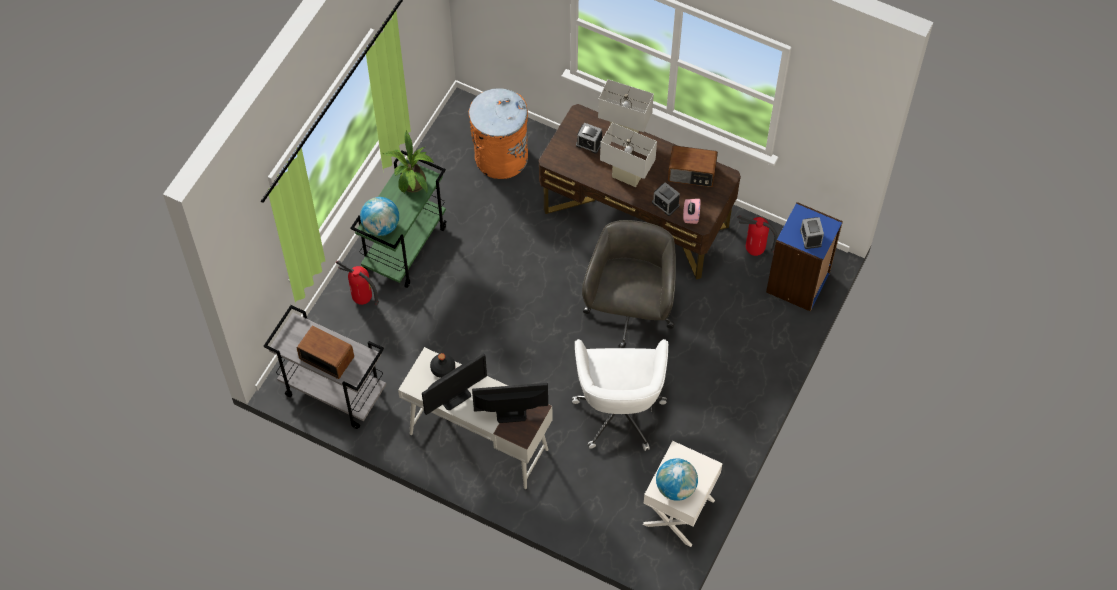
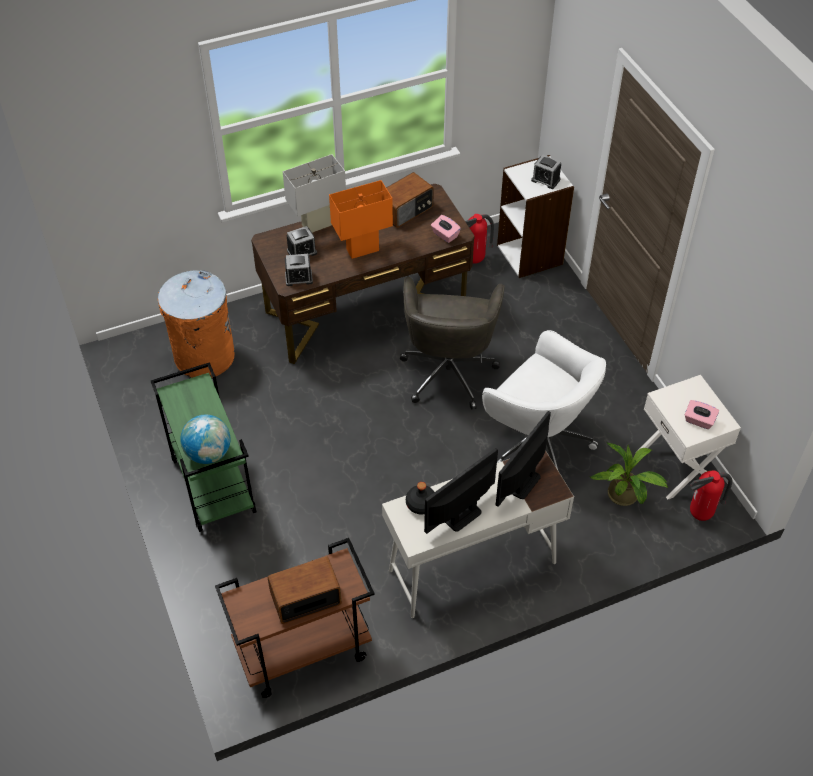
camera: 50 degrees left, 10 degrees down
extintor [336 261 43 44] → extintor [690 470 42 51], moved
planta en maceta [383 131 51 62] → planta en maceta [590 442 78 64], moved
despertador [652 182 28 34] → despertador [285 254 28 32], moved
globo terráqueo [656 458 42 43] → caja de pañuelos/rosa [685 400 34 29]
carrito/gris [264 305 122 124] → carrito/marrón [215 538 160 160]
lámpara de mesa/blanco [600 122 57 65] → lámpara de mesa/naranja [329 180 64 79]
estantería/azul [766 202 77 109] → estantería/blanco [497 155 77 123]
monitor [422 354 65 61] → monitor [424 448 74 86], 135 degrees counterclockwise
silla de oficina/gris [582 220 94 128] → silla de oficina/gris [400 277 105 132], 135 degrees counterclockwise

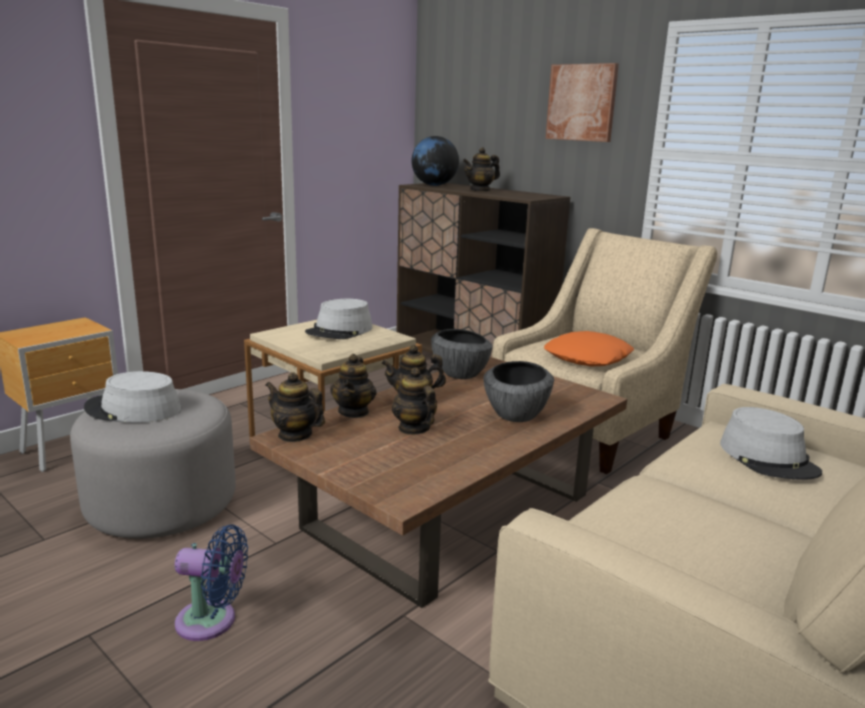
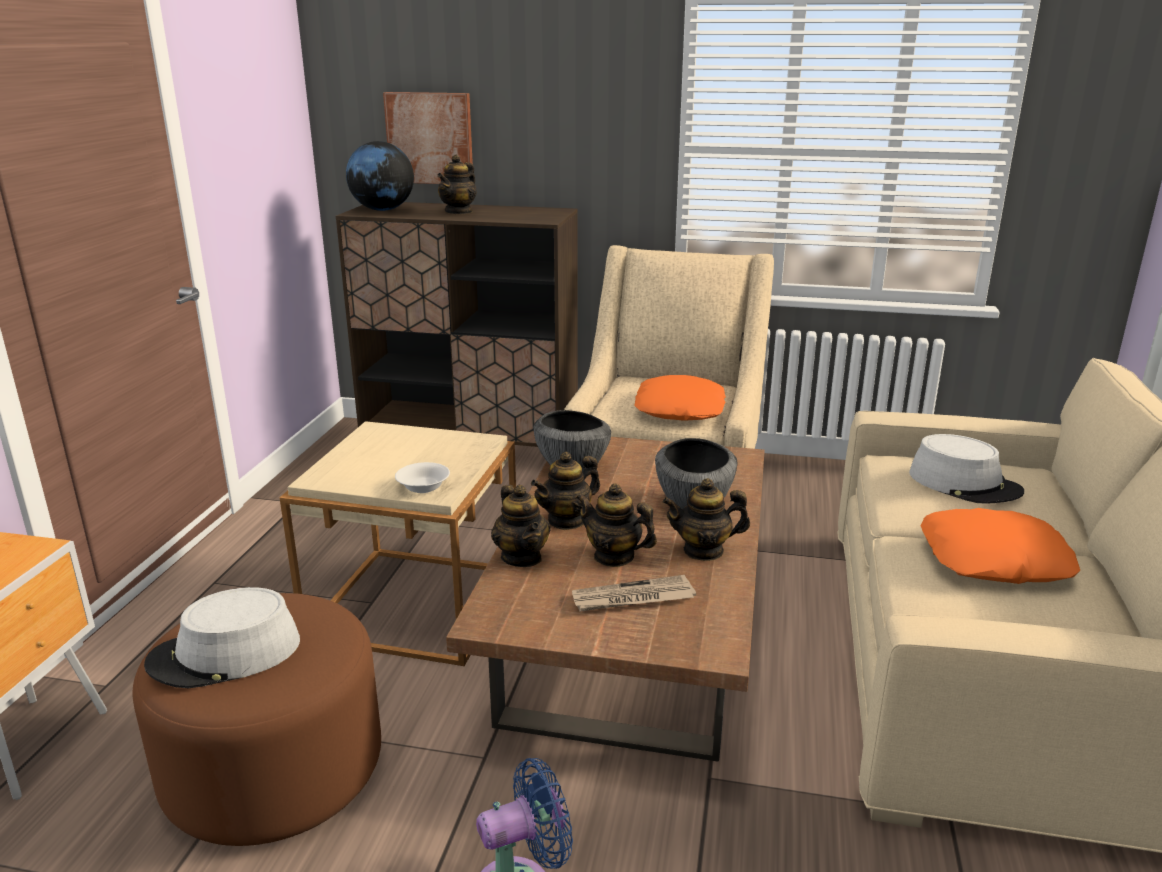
camera: 30 degrees left, 5 degrees up
sombrero/gris [305 299 68 40] → -
- → cuenco/blanco [395 462 55 31]
- → periódico [572 575 124 37]
- → cojín/naranja [921 508 159 76]
tetera [265 372 60 70] → tetera [663 478 87 83], moved
cuadro [546 63 73 79] → cuadro [383 92 90 92], moved
puf/gris [70 389 166 150] → puf/marrón [133 593 248 253]

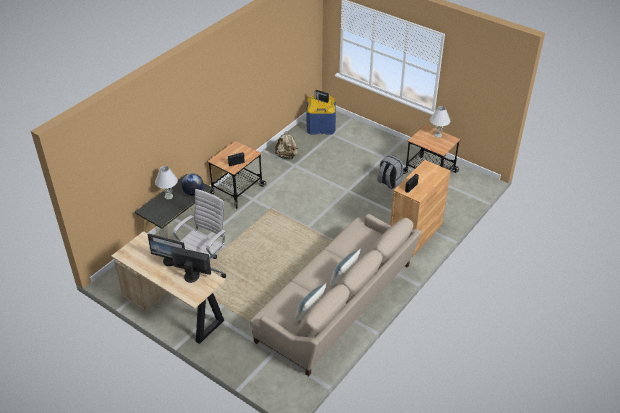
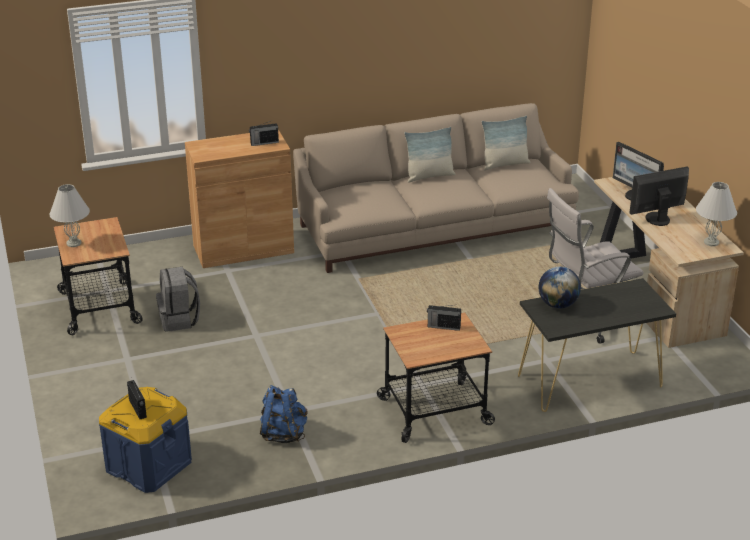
camera: 145 degrees left, 10 degrees down
lámpara de mesa/blanco [155 166 23 33] → lámpara de mesa/blanco [696 182 41 64], moved
mochila/beis [275 131 23 28] → mochila/azul [260 385 48 58]
monitor [148 233 37 33] → monitor [630 167 59 59], 75 degrees counterclockwise

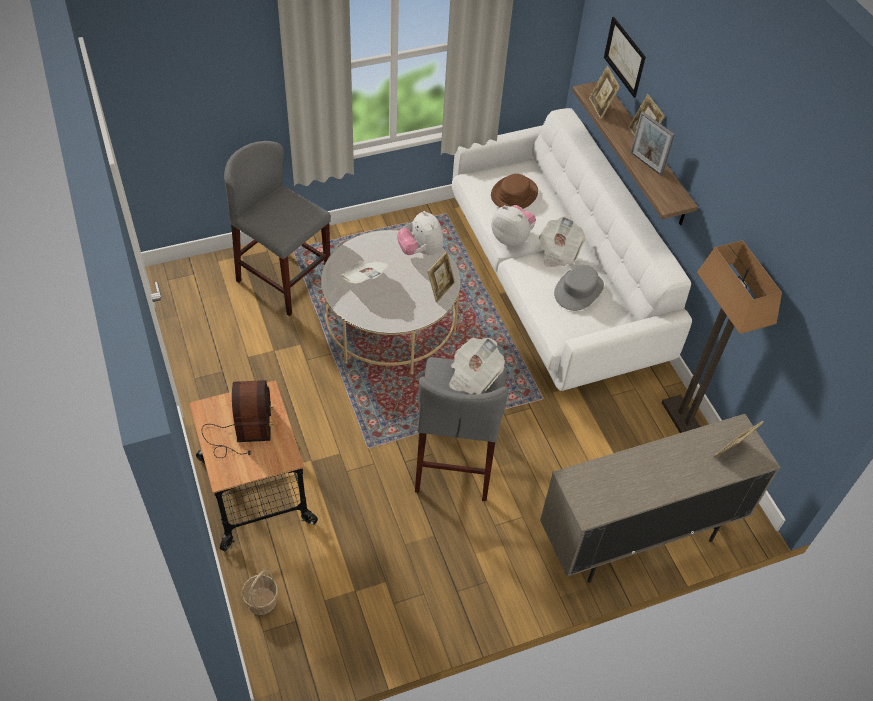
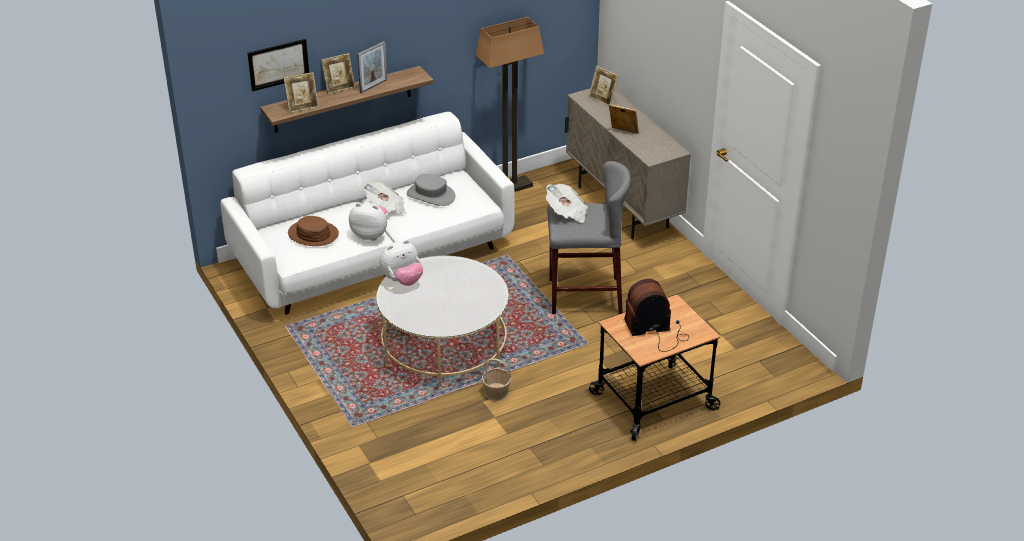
camera: 95 degrees left, 15 degrees down
taburete/gris [224 141 107 175] → -
periódico [341 261 48 22] → -
cesta [242 569 36 46] → cesta [482 358 29 43], moved
portarretratos [427 251 28 52] → portarretratos [609 104 30 30], moved
peluche [491 205 45 41] → peluche [349 203 39 38], 75 degrees clockwise

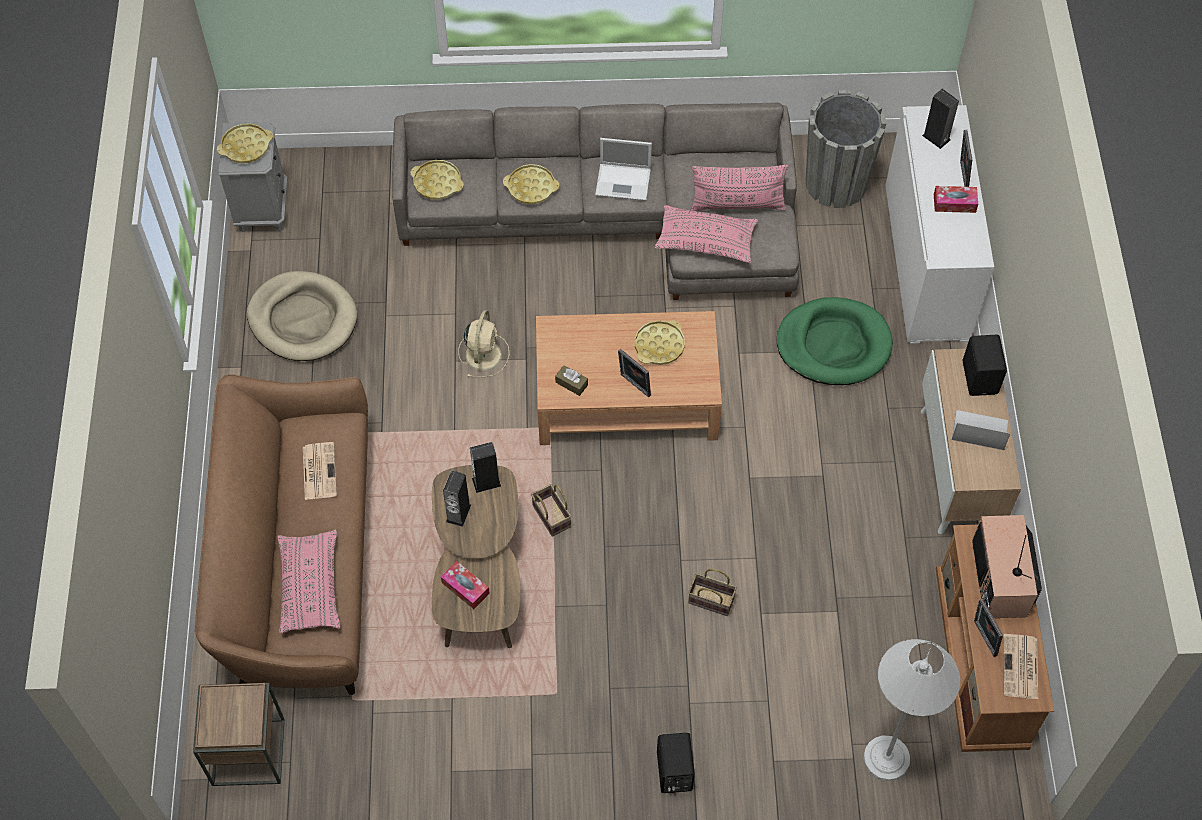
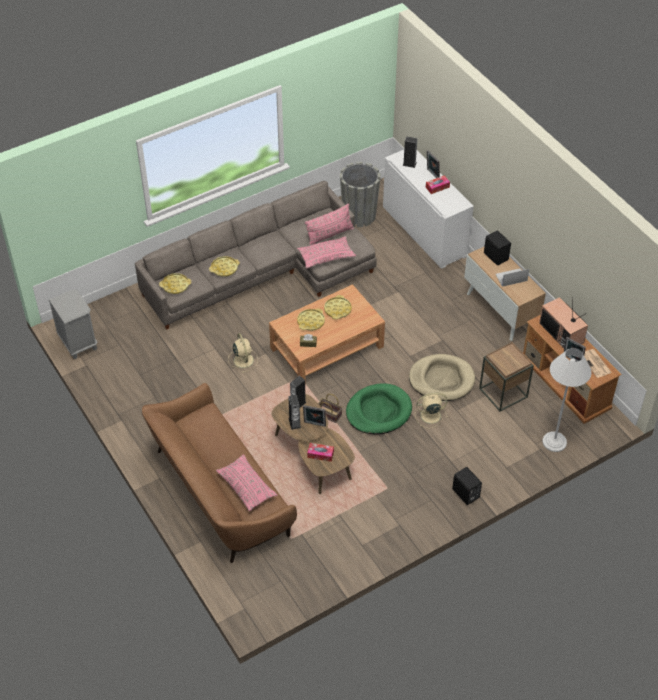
camera: 30 degrees left, 10 degrees down
periódico [303 442 34 58] → -
portátil [595 138 57 63] → -
mesa auxiliar/marrón [193 683 91 103] → mesa auxiliar/marrón [479 342 55 69], moved
bandeja/amarillo [217 123 56 40] → bandeja/amarillo [297 309 28 22], moved
cama para perro/beis [247 271 110 90] → cama para perro/beis [409 354 66 47], moved
portarretratos [618 349 33 48] → portarretratos [303 405 23 22], moved
cama para perro/verde [777 297 116 88] → cama para perro/verde [346 383 66 52], moved
cesta [688 569 49 47] → ventilador/beis [415 392 33 36]

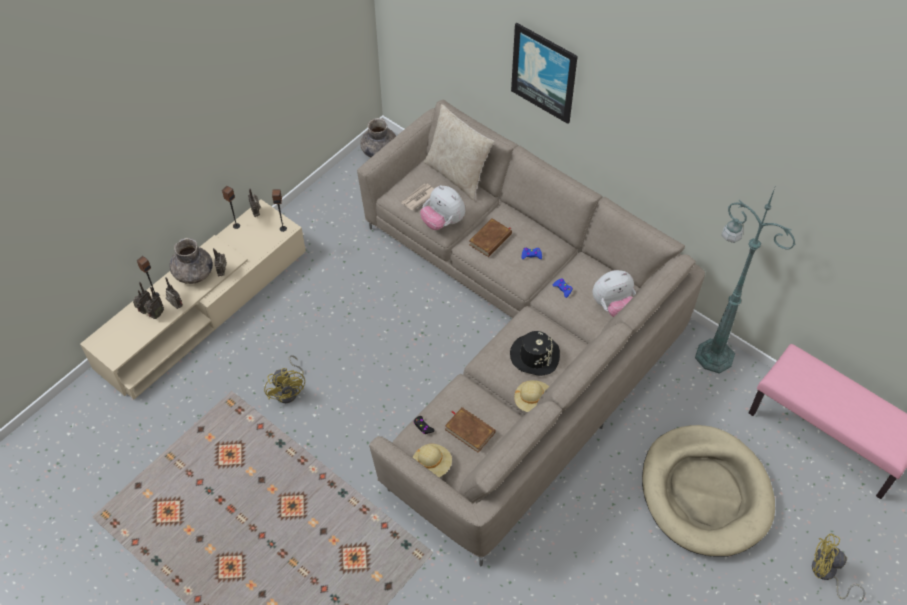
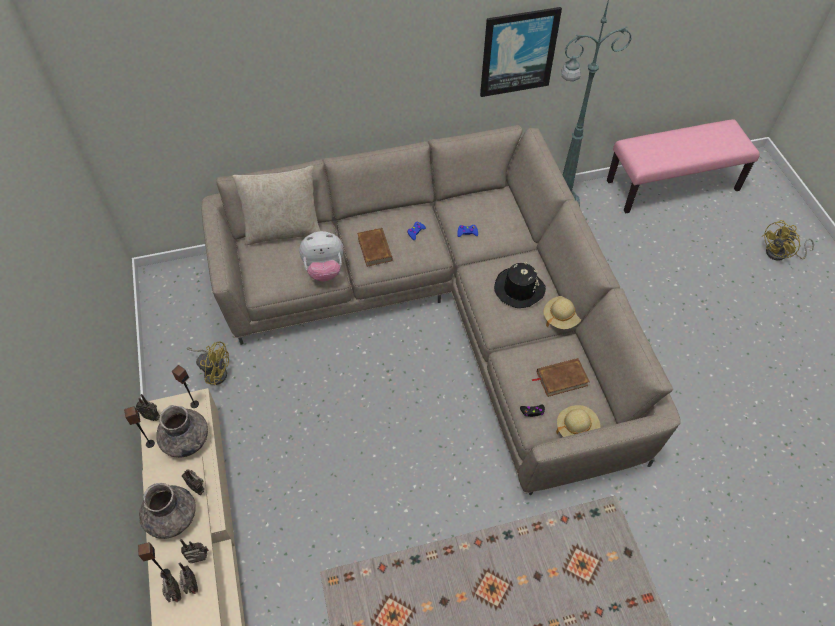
camera: 55 degrees left, 0 degrees up
periódico [402 184 32 26] → -
peluche [592 270 44 47] → -
cama para perro/beis [642 425 133 131] → -
ventilador/amarillo [264 355 41 48] → ventilador/amarillo [187 341 42 44], moved
florero/gris [360 118 36 40] → florero/gris [156 405 52 53], moved
cuadro [511 23 67 101] → cuadro [480 7 82 90], moved

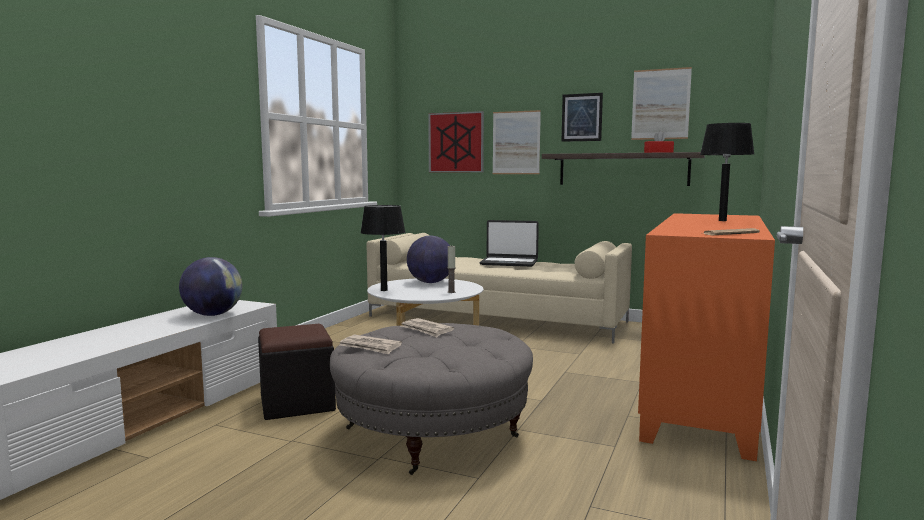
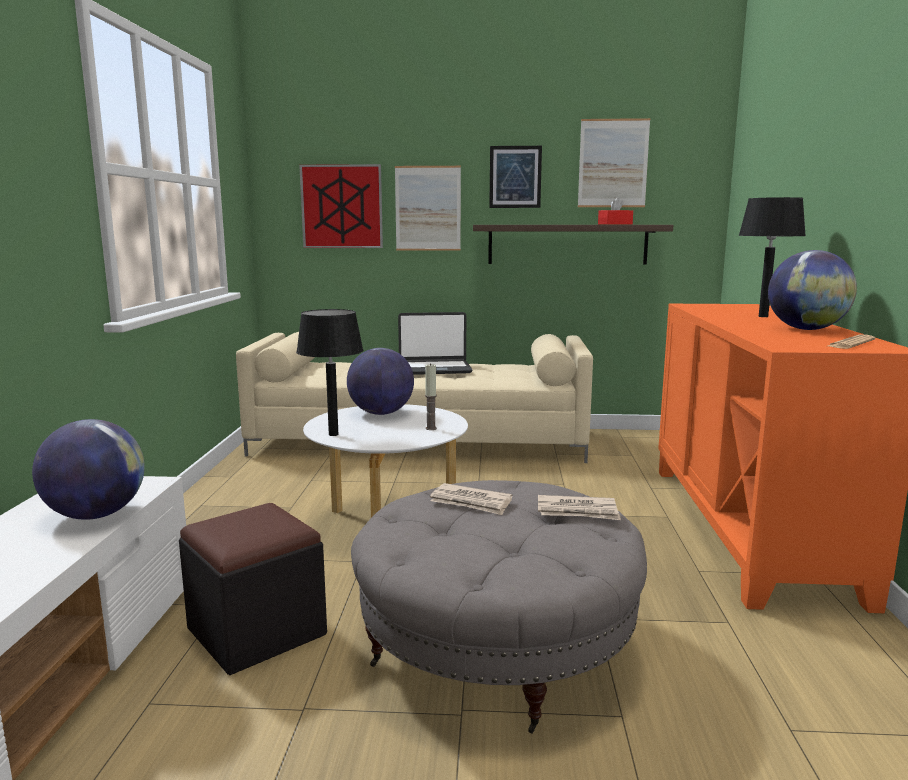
camera: 20 degrees left, 5 degrees up
- → globo terráqueo [768 250 89 80]
periódico [340 335 62 20] → periódico [538 495 83 25], moved

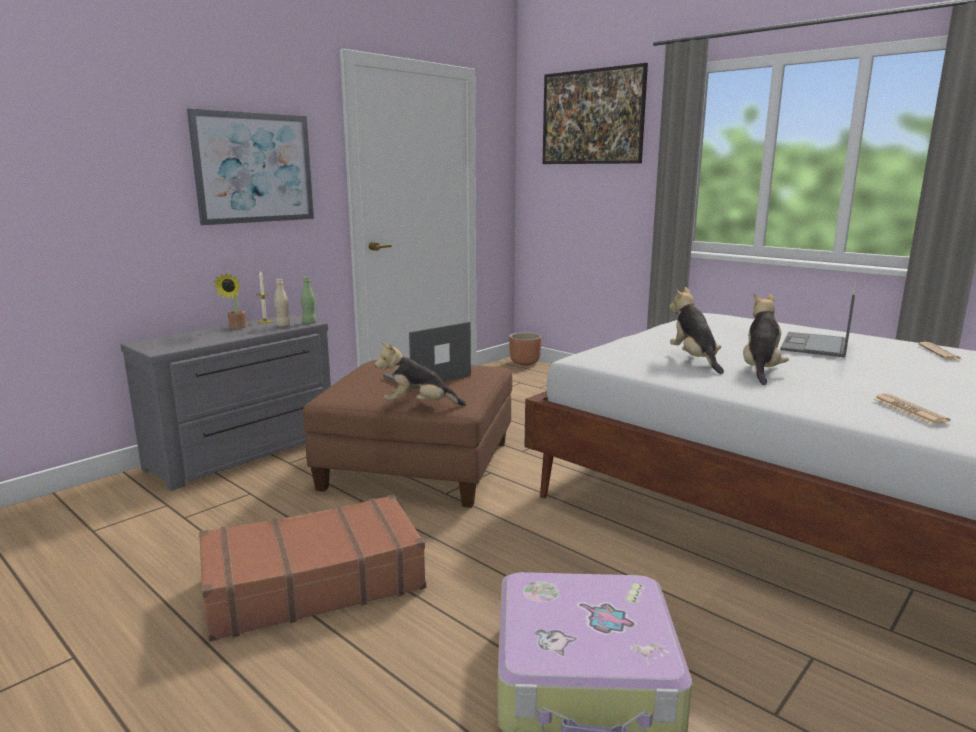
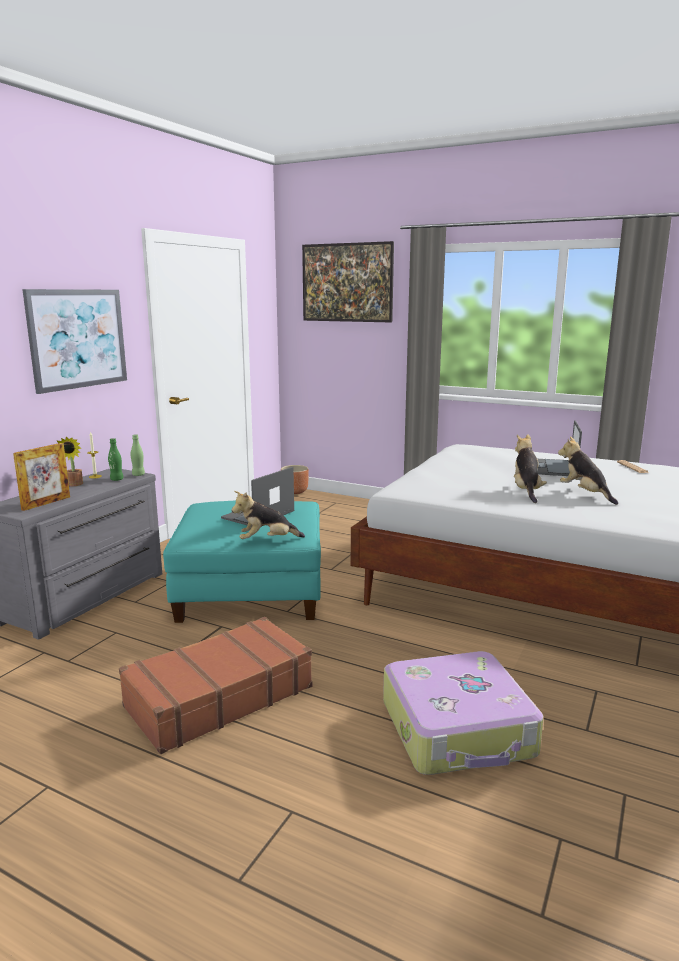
camera: 15 degrees left, 0 degrees up
periódico [874 394 77 30] → -
- → portarretratos [13 443 57 68]
peluche [669 287 55 87] → peluche [558 436 60 69], moved
botella/beis [274 279 17 48] → botella/verde [108 438 16 43]
puf/marrón [303 360 209 148] → puf/turquesa [163 500 158 123]

